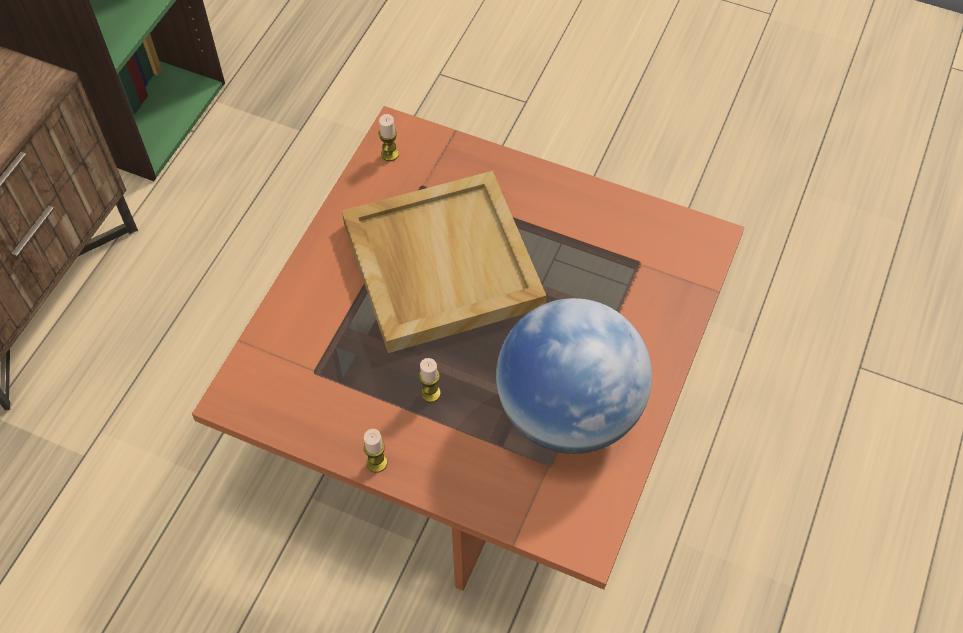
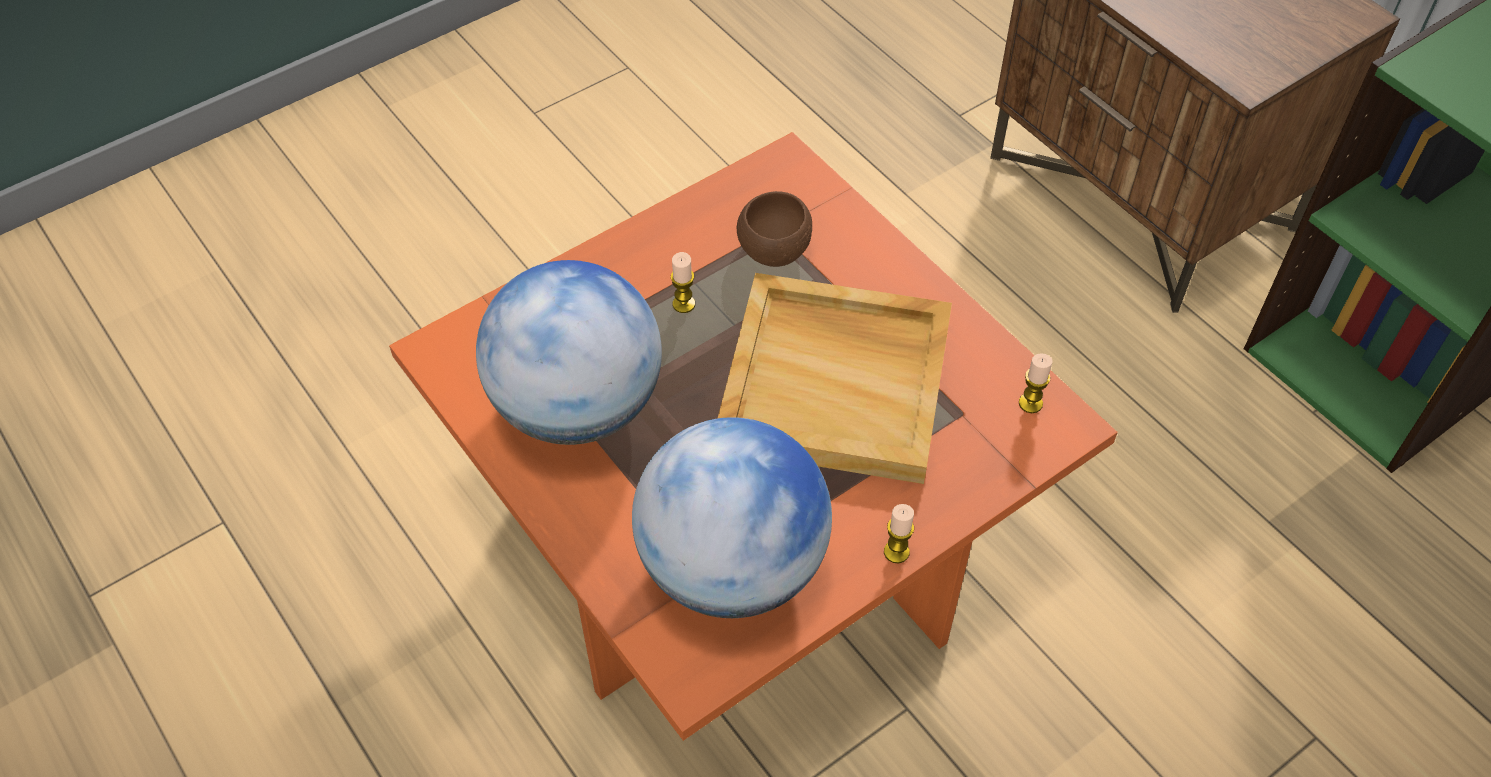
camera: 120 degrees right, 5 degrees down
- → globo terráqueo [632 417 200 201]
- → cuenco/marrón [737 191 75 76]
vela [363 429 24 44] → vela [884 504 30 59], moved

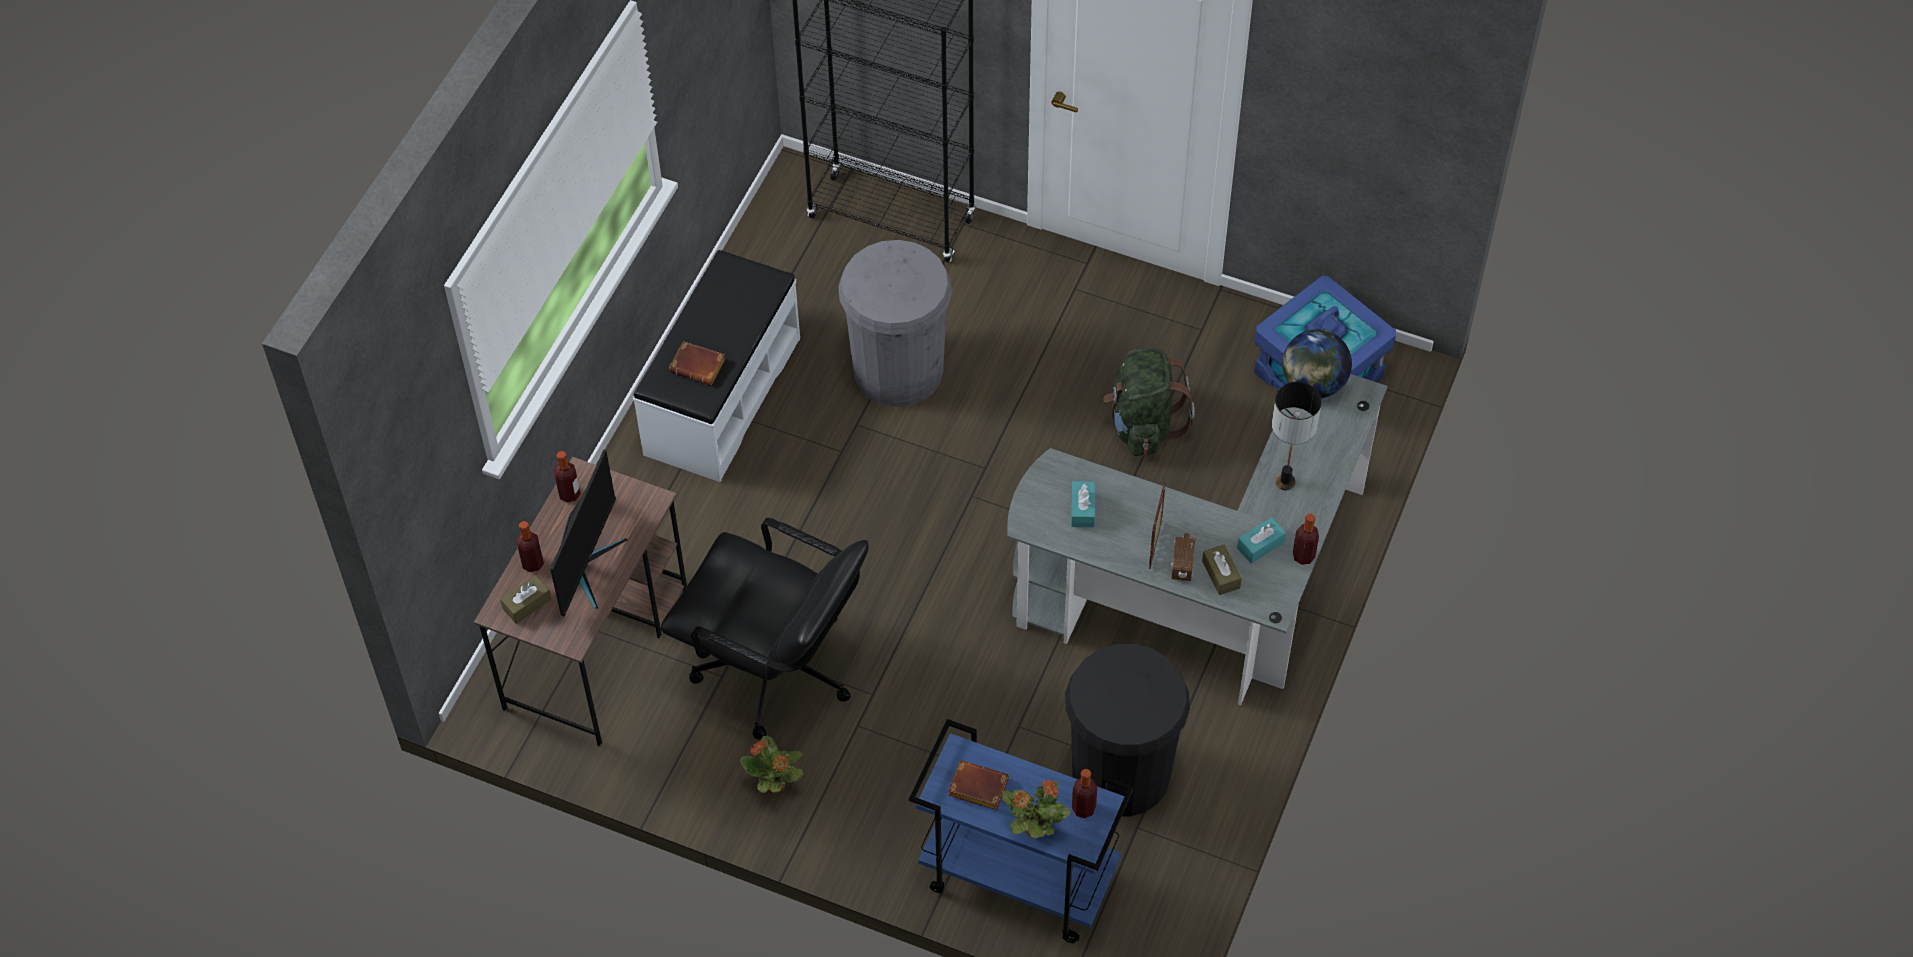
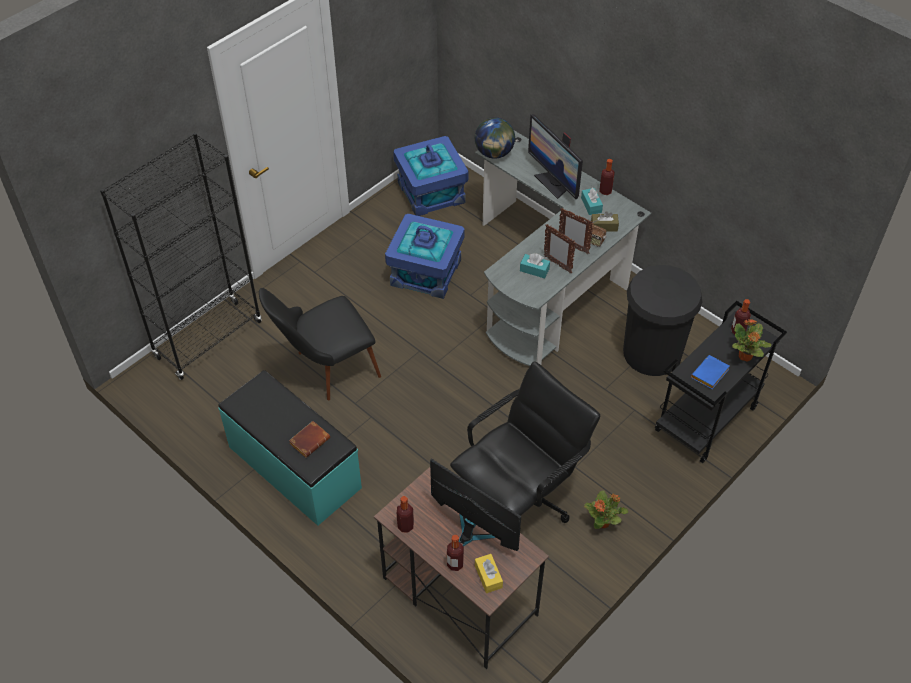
camera: 70 degrees left, 5 degrees down
- → portarretratos [544 224 32 49]
papelera/gris [838 240 114 167] → silla/negro [259 288 122 113]
mochila/verde [1103 347 92 109] → caja de almacenaje/azul [385 214 80 85]
lámpara de mesa [1272 382 50 108] → monitor [528 114 55 85]
caja de pañuelos/marrón [500 575 52 49] → caja de pañuelos/amarillo [475 554 28 39]
banco/blanco [633 250 167 232] → banco/turquesa [218 370 144 156]
carrito/azul [909 719 225 224] → carrito/negro [654 301 133 162]
libro/marrón [948 760 61 50] → libro/azul [691 355 39 34]

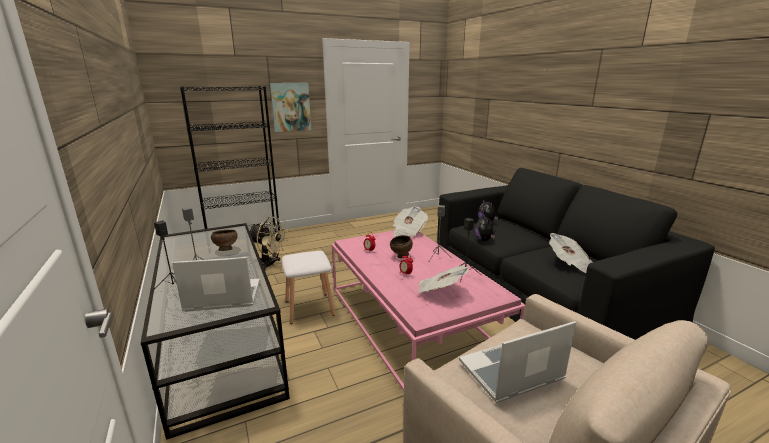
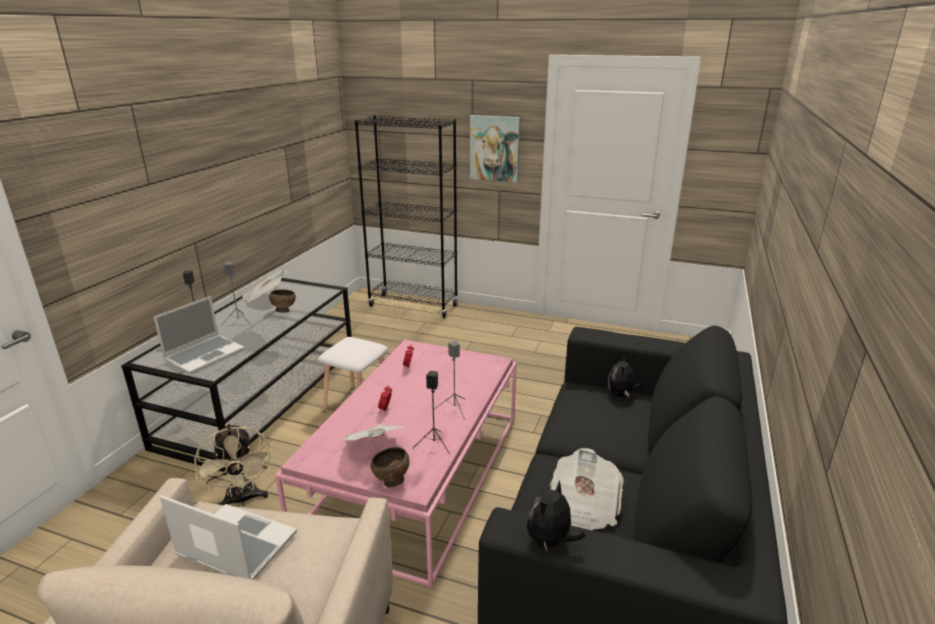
camera: 45 degrees right, 5 degrees up
ventilador/beis [250 217 38 53] → ventilador/beis [194 424 78 82], moved
cuenco/marrón [390 235 23 23] → cuenco/marrón [371 447 39 41], moved
periódico [393 207 35 30] → periódico [243 270 44 33], moved
peluche [475 213 21 28] → peluche [527 480 58 73], moved
portátil [172 257 88 55] → portátil [154 296 91 78], 90 degrees clockwise

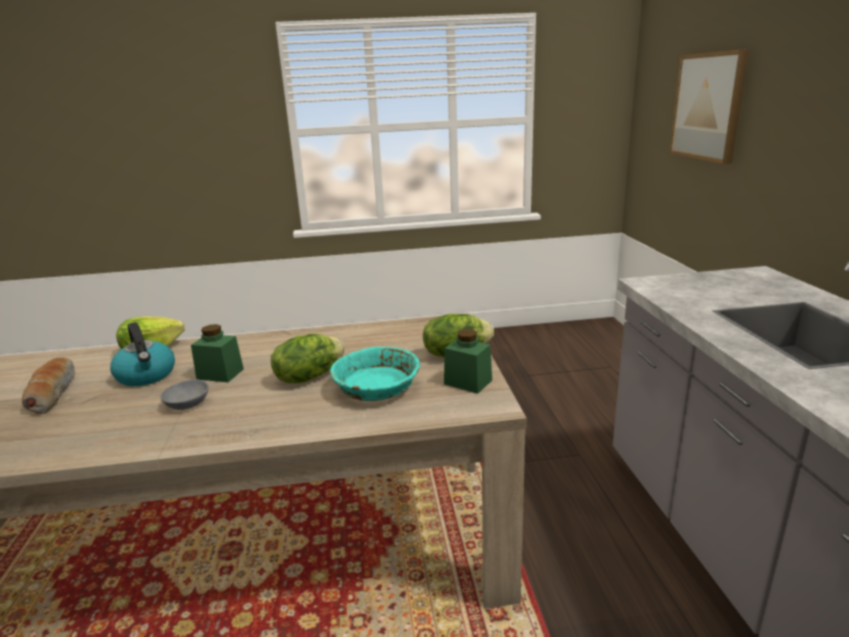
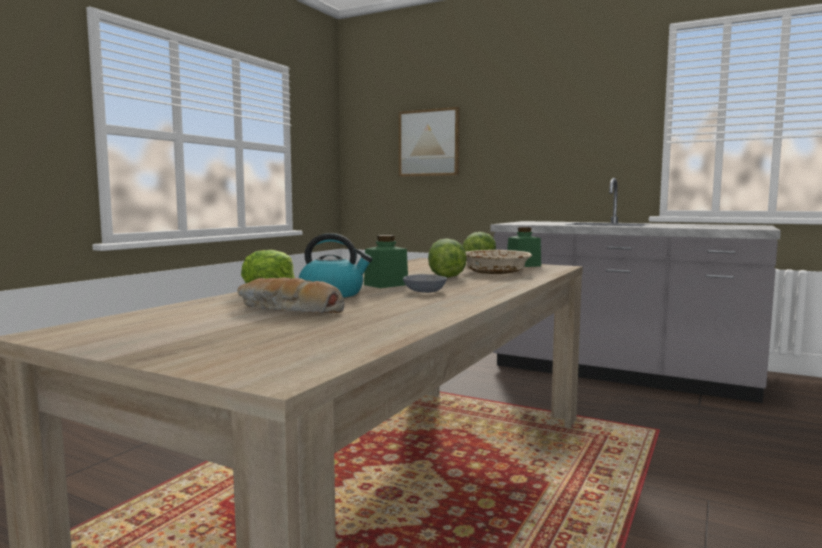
camera: 55 degrees left, 15 degrees down
cuenco/turquesa [330 347 90 54] → cuenco/beis [466 250 66 24]

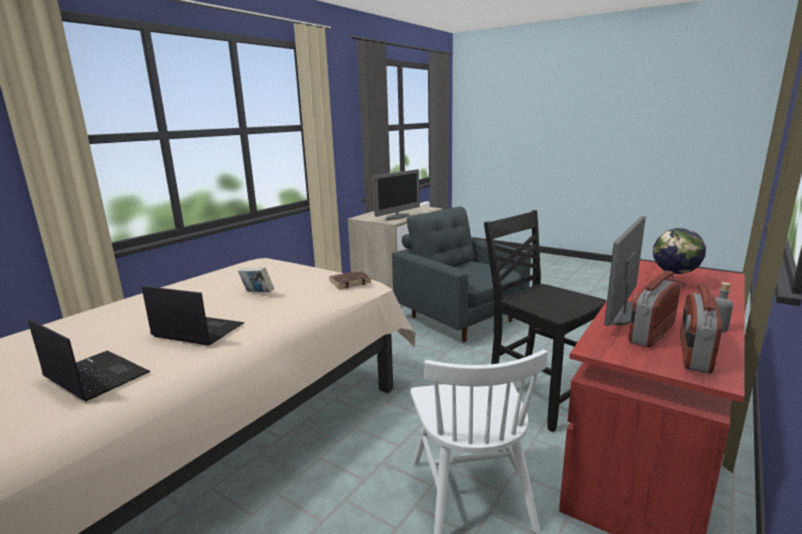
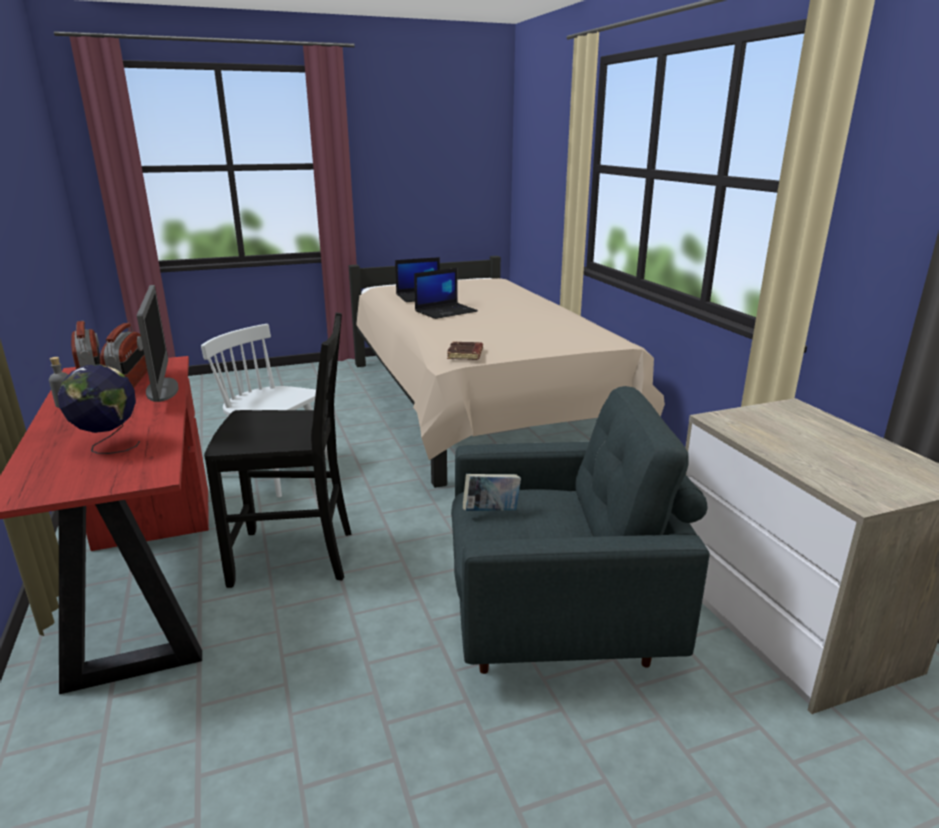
camera: 125 degrees right, 5 degrees up
monitor [373 169 47 51] → -
libro [238 267 36 25] → libro [463 474 58 37], moved

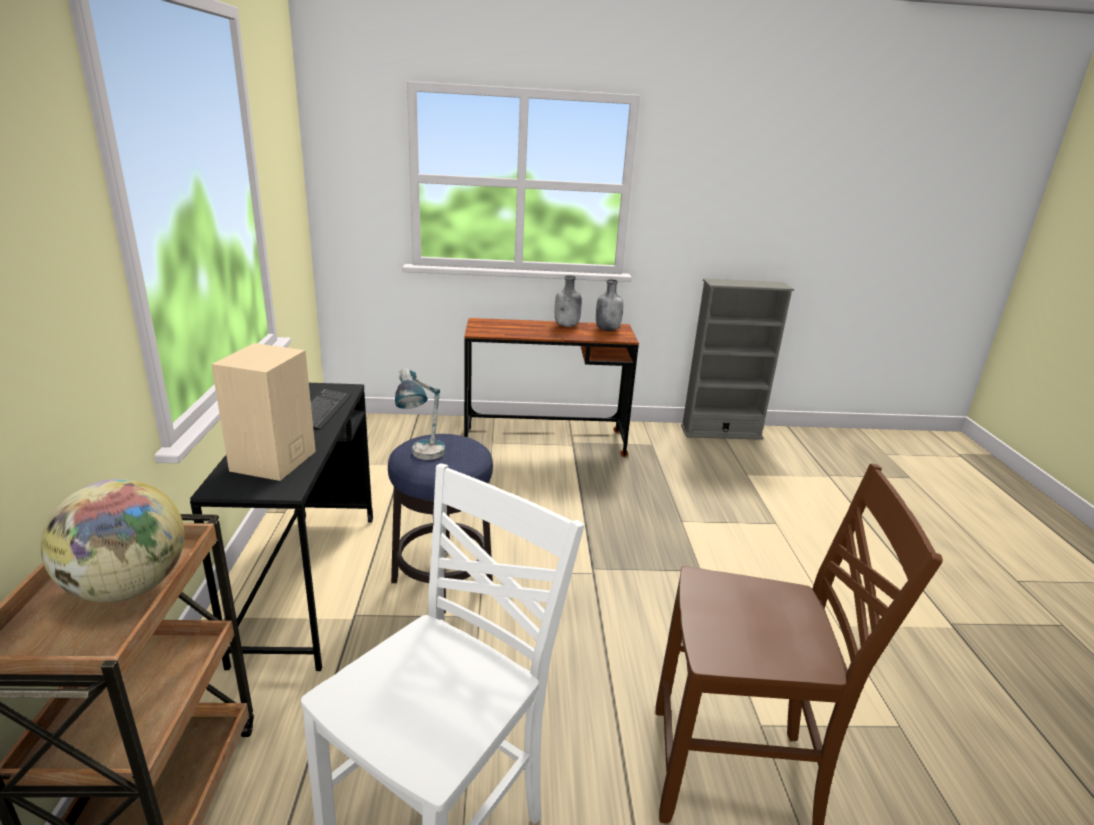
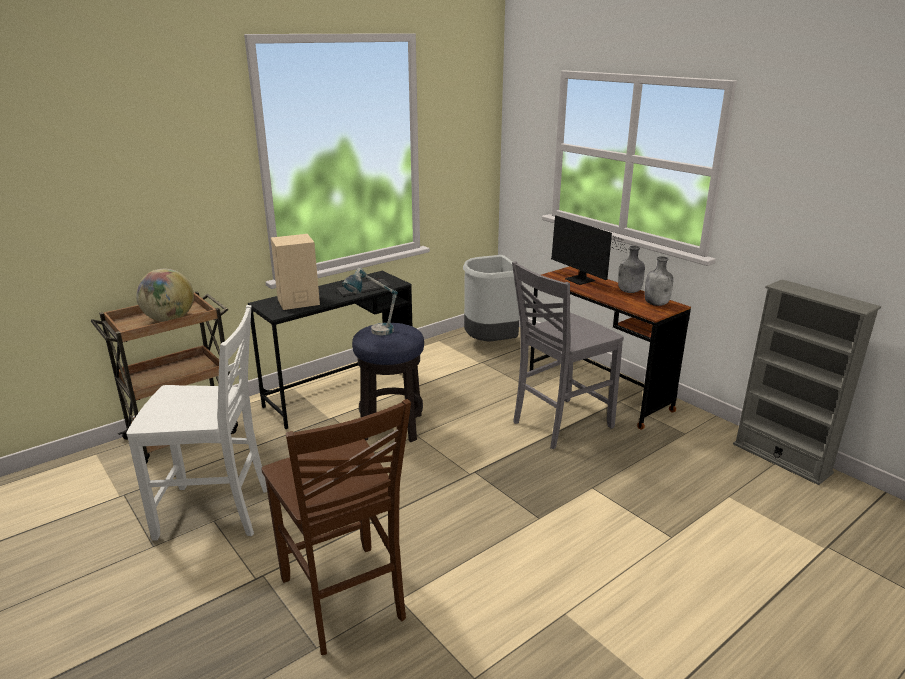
camera: 55 degrees right, 0 degrees up
- → papelera/gris [463 255 56 87]
- → silla/gris [512 261 112 188]
- → monitor [551 215 80 70]

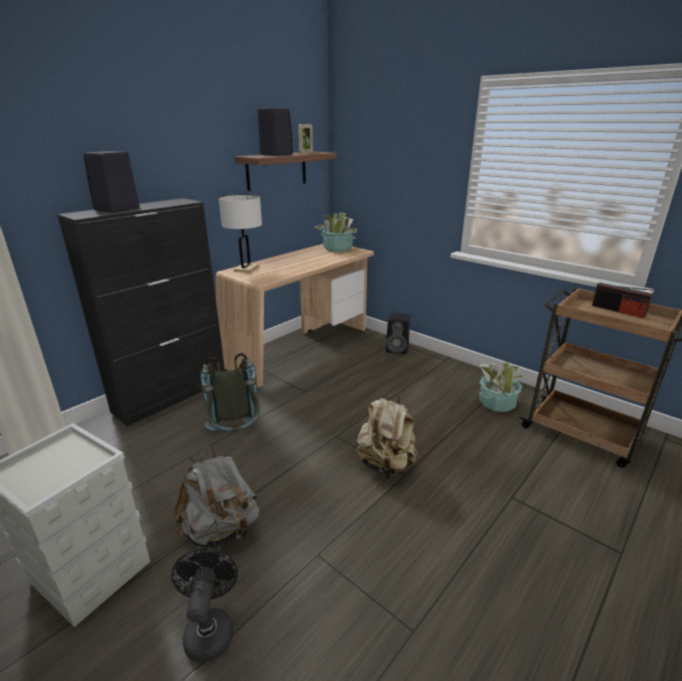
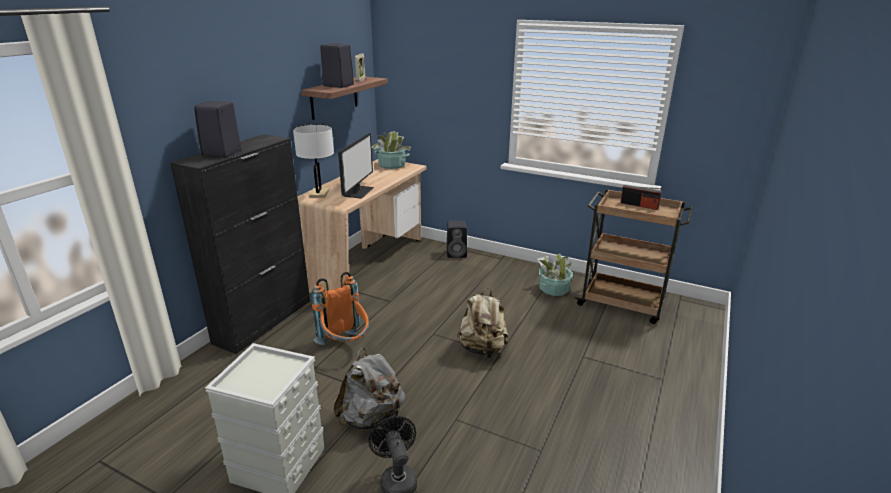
camera: 15 degrees left, 0 degrees up
- → monitor [338 133 36 66]
mochila/gris [200 353 60 79] → mochila/naranja [311 272 58 73]

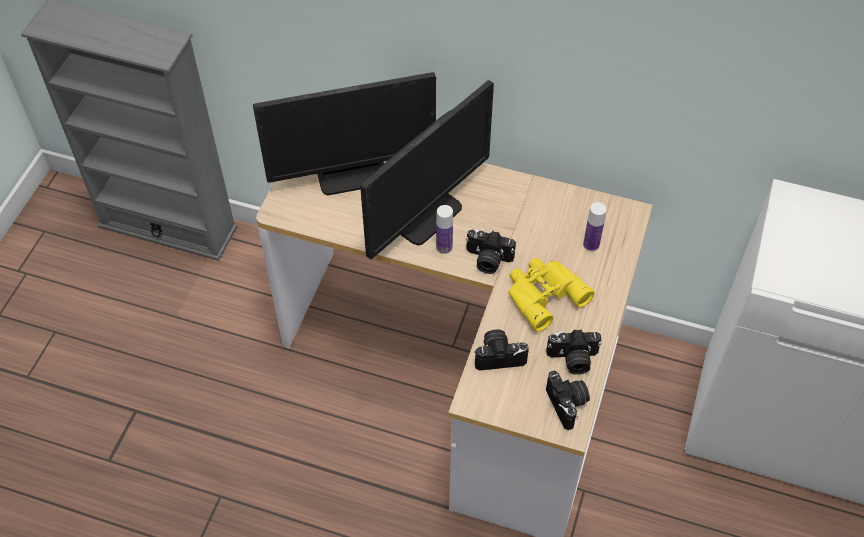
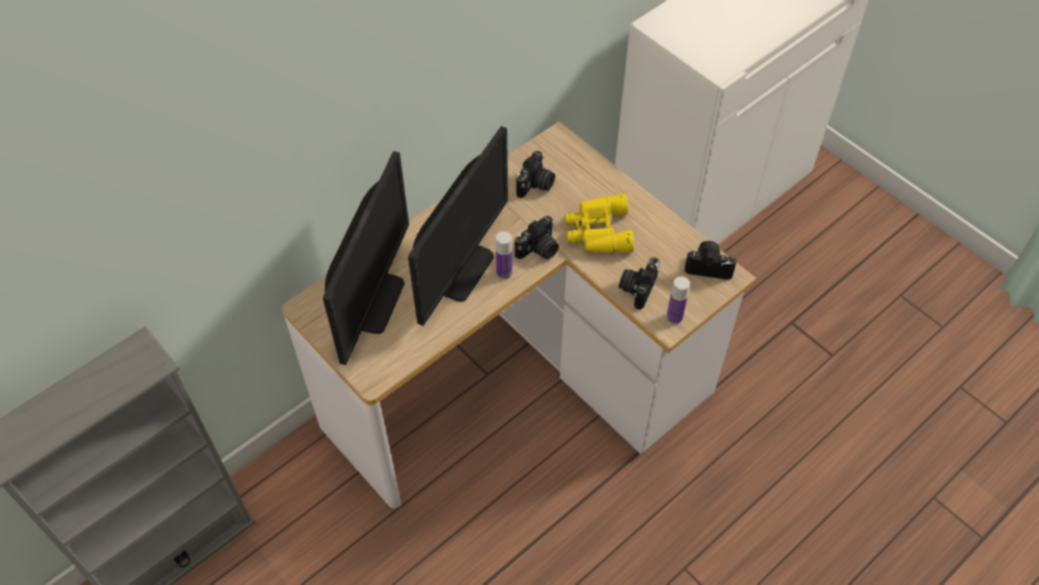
camera: 60 degrees left, 0 degrees up
cámara [546 329 56 46] → cámara [516 151 39 47], moved
botella [583 202 23 49] → botella [666 276 24 48], moved
monitor [360 80 134 179] → monitor [408 126 100 200], 45 degrees clockwise

